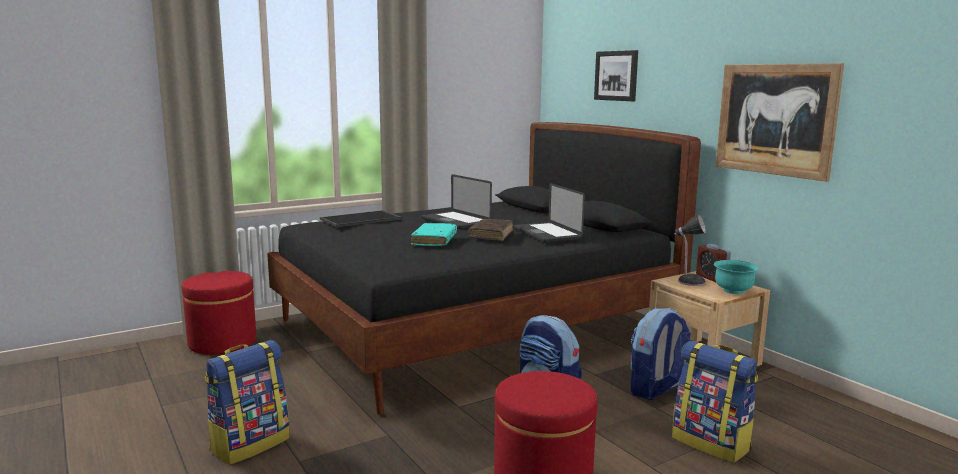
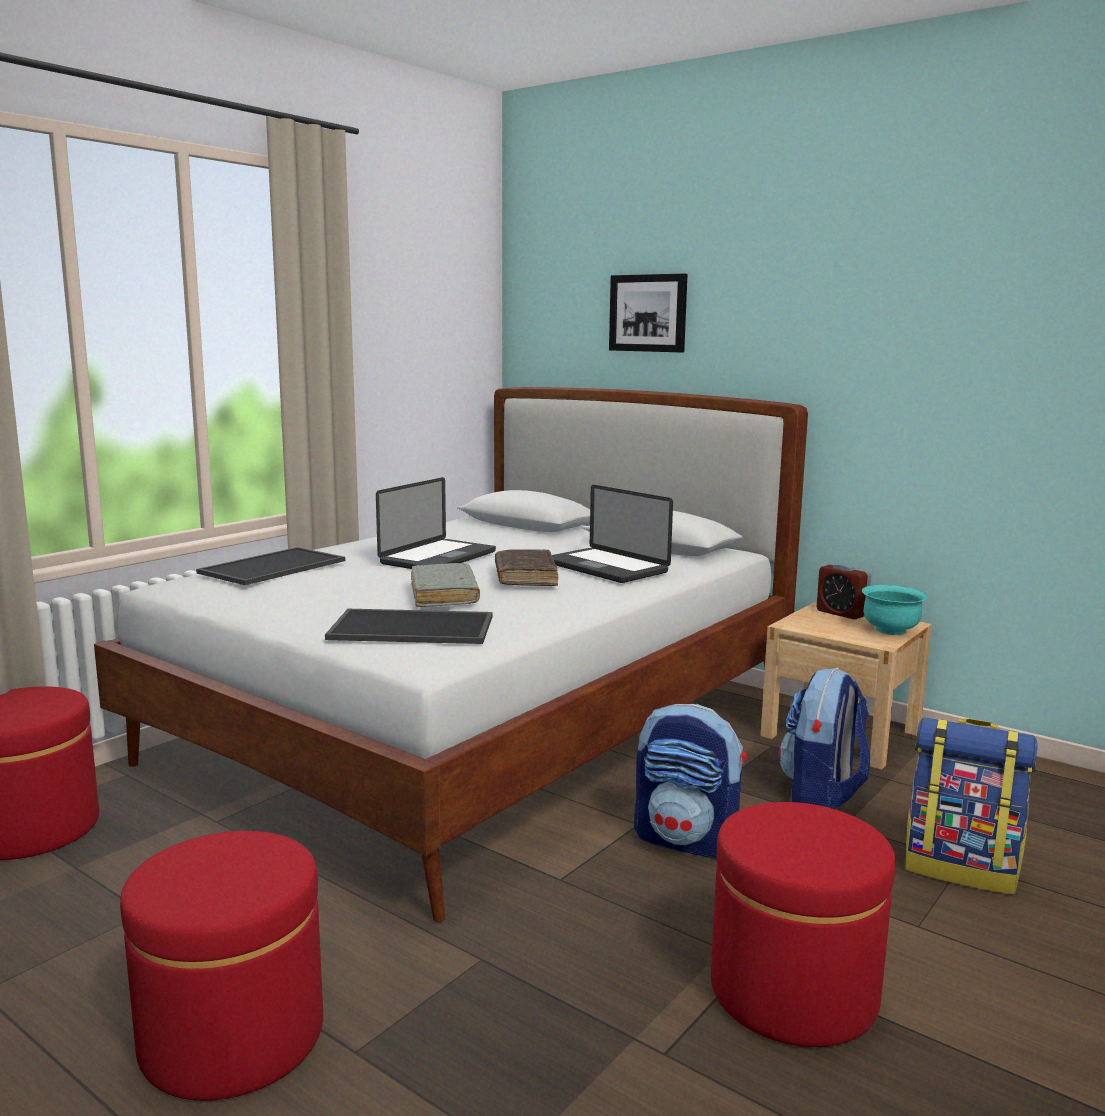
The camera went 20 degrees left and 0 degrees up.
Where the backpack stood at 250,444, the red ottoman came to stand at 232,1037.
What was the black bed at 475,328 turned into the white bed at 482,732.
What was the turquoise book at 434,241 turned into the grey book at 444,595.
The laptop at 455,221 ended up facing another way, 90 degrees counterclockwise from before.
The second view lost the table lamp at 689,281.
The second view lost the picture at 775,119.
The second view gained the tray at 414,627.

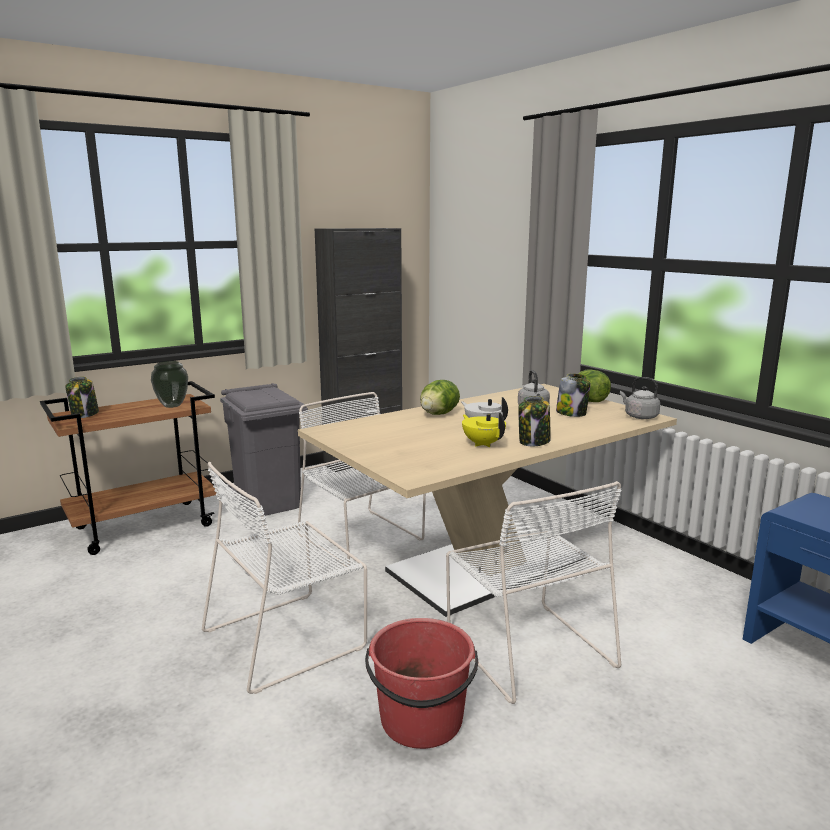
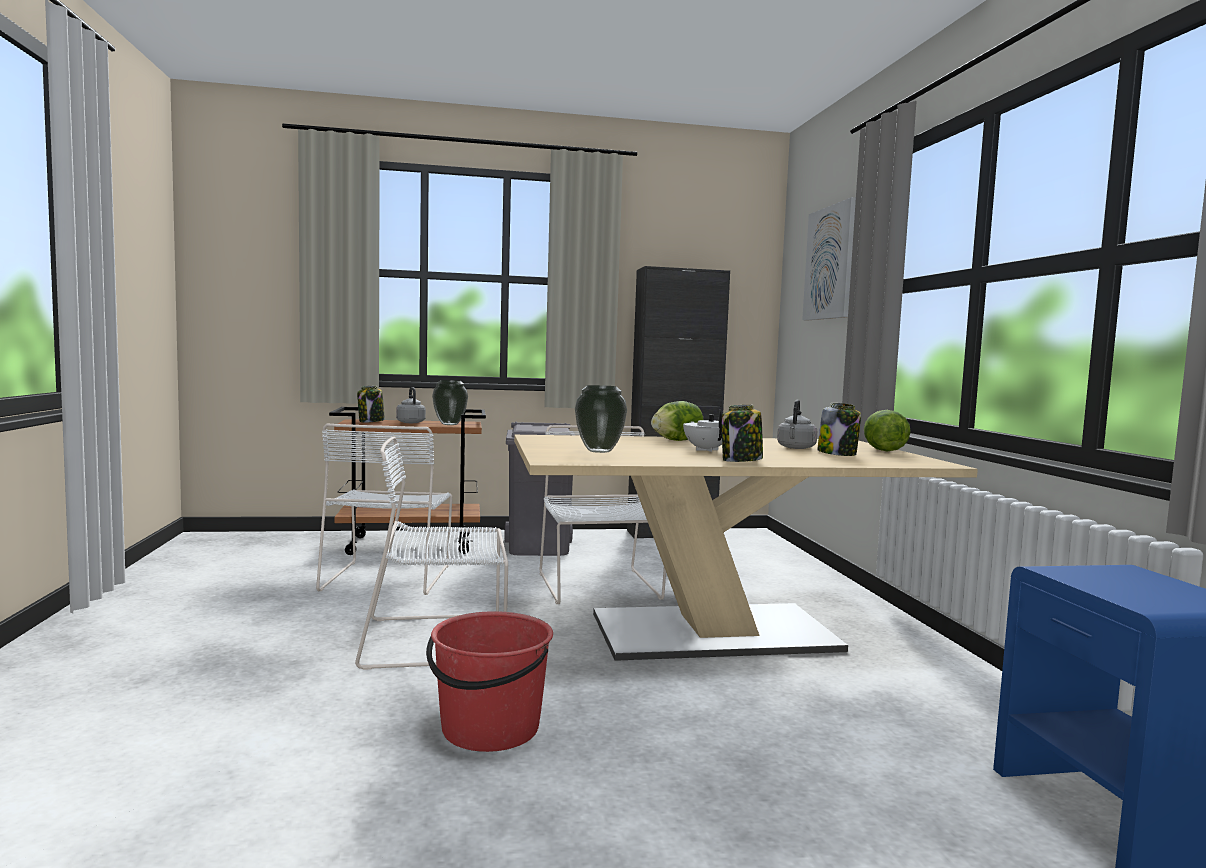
The camera went 25 degrees right and 10 degrees down.
The white chair ended up elsewhere, having gone from 526,646 to 388,576.
The second view lost the yellow teapot at 483,444.
The grey kettle ended up elsewhere, having gone from 639,416 to 410,422.
The second view gained the vase at 599,451.
The second view gained the picture at 831,263.

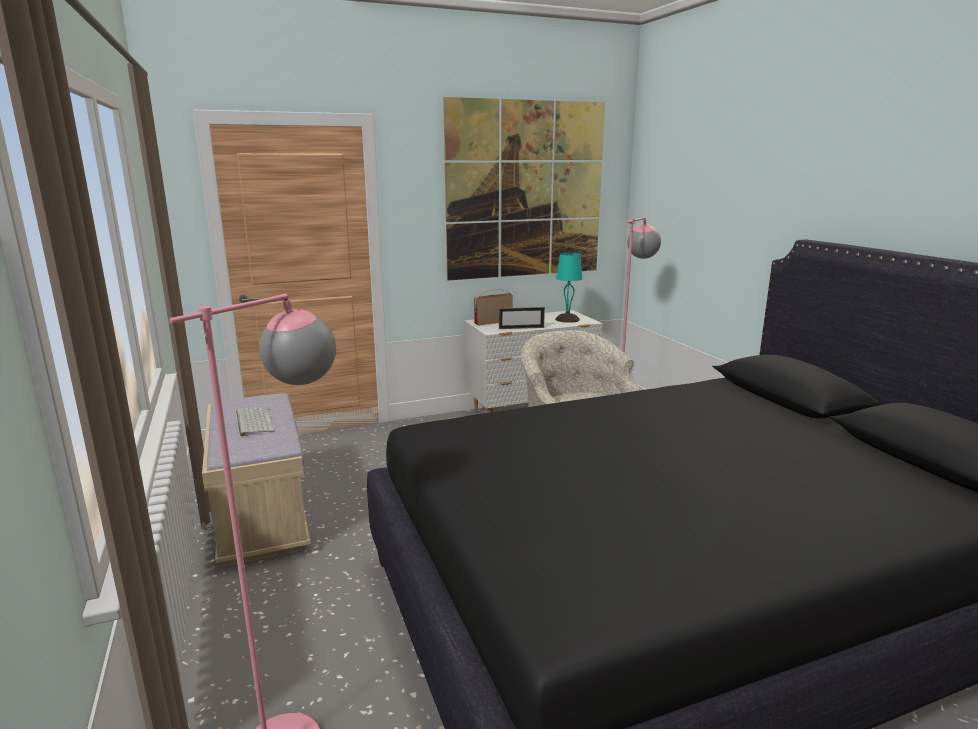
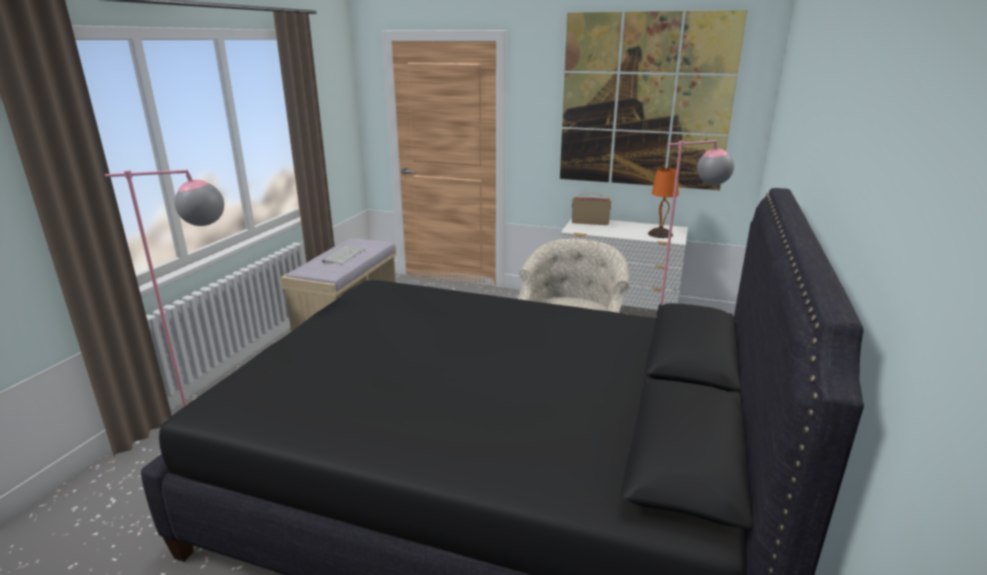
The camera went 40 degrees right and 5 degrees up.
The second view lost the picture frame at 521,328.
What was the turquoise table lamp at 567,319 turned into the orange table lamp at 660,234.

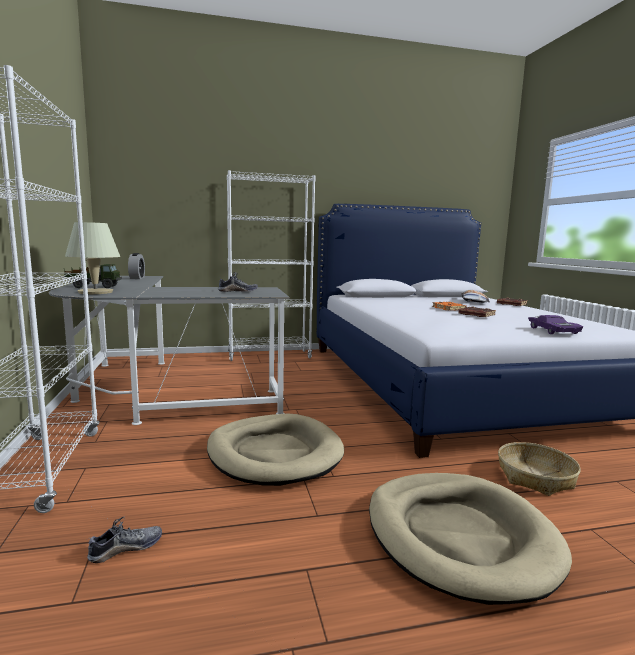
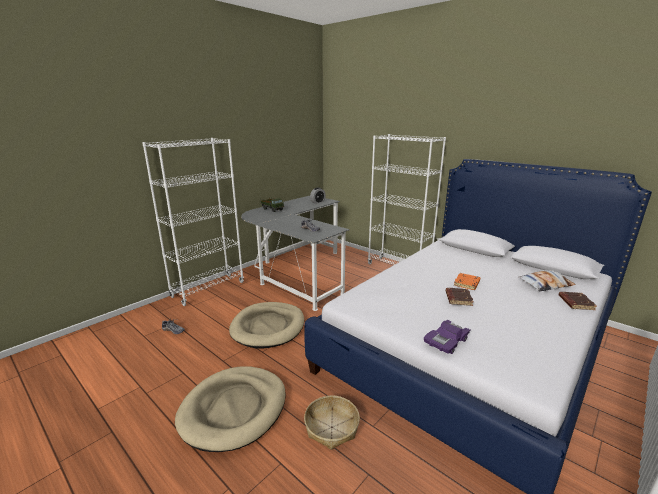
The camera went 55 degrees right and 10 degrees up.
The second view lost the beige table lamp at 95,292.

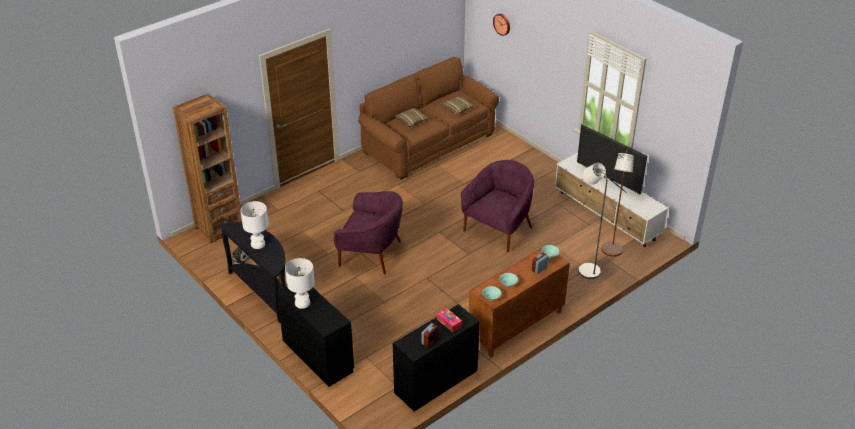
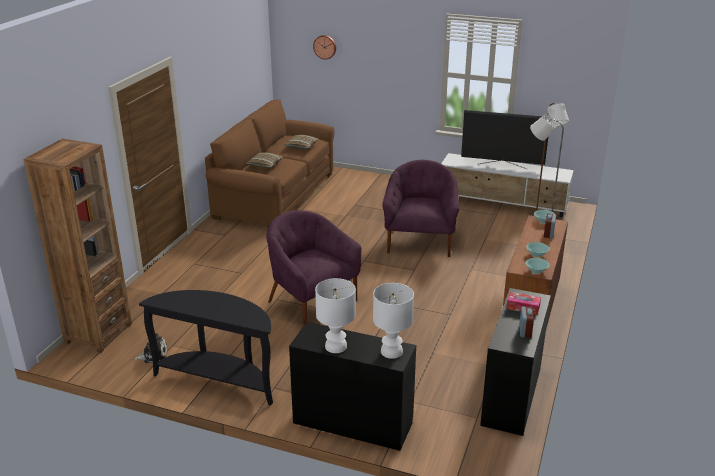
The camera went 30 degrees left and 10 degrees down.
The white table lamp ended up elsewhere, having gone from 258,244 to 392,351.
The purple armchair at 371,253 ended up facing another way, 120 degrees counterclockwise from before.

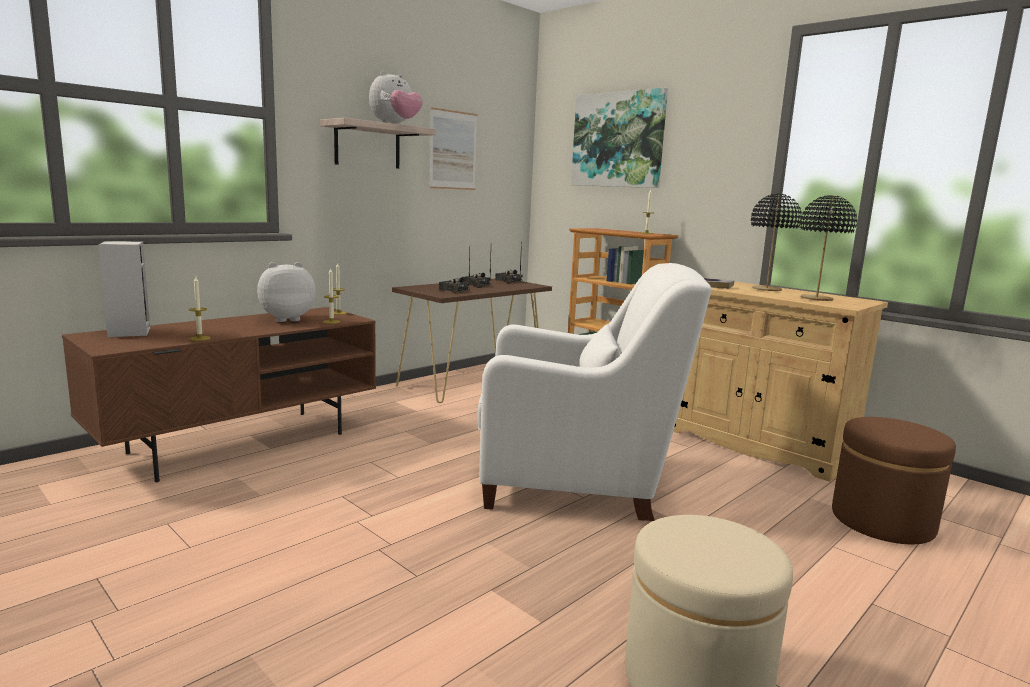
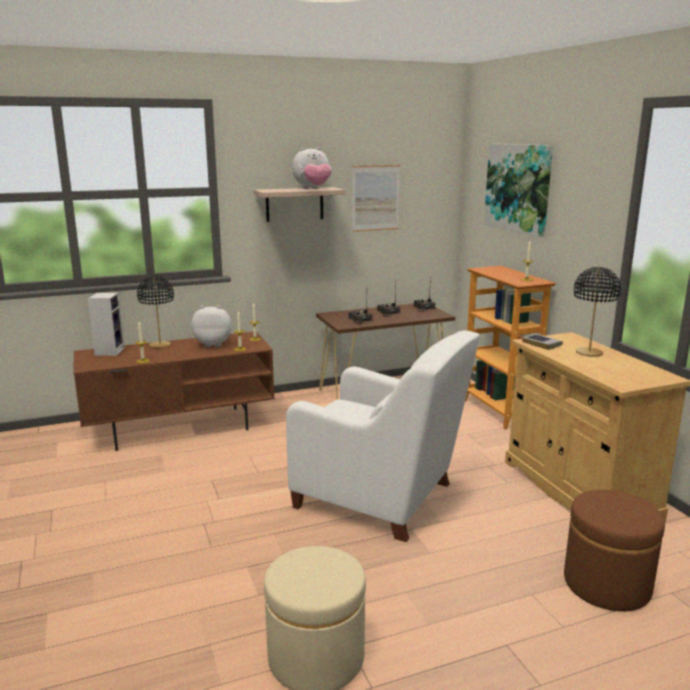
The camera went 25 degrees right and 5 degrees up.
The black table lamp ended up elsewhere, having gone from 816,299 to 160,345.

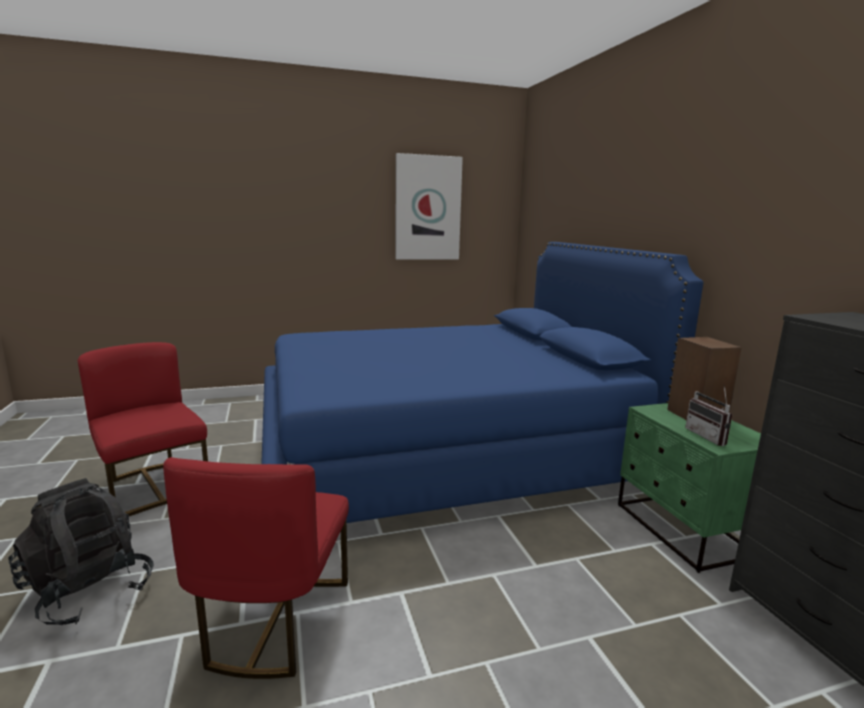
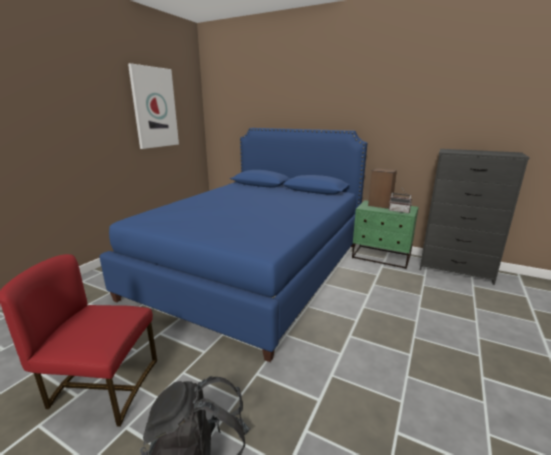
The camera went 45 degrees left and 5 degrees up.
The second view lost the red chair at 272,621.

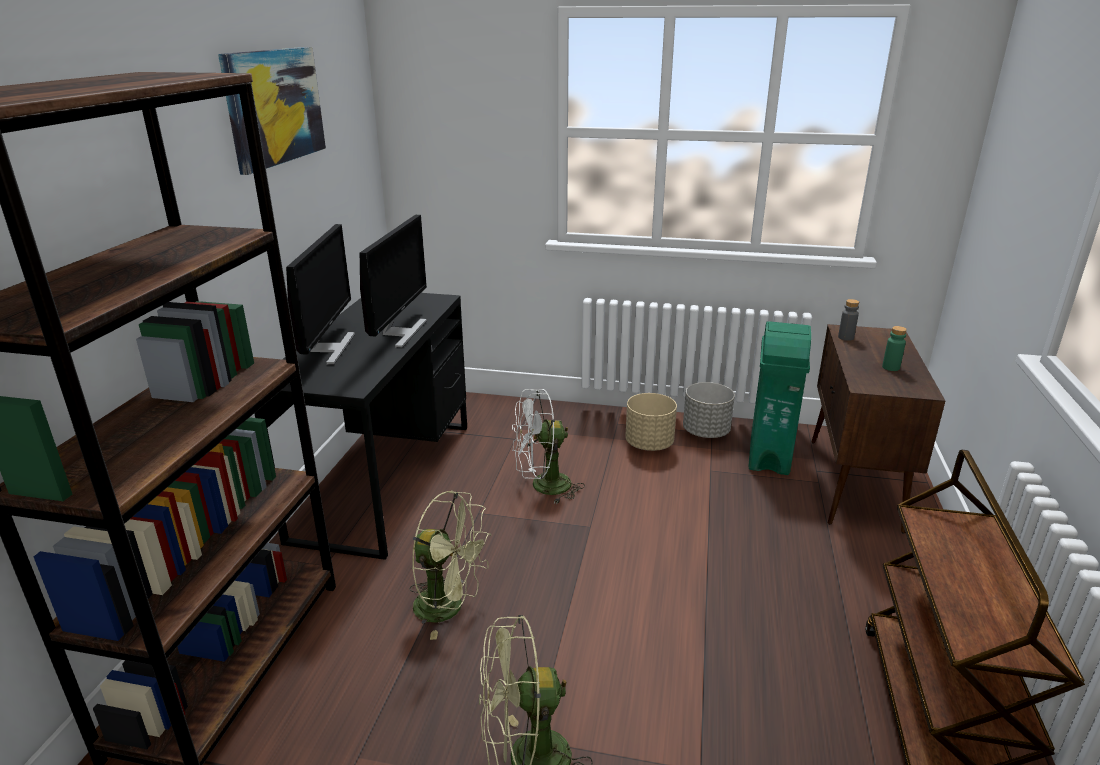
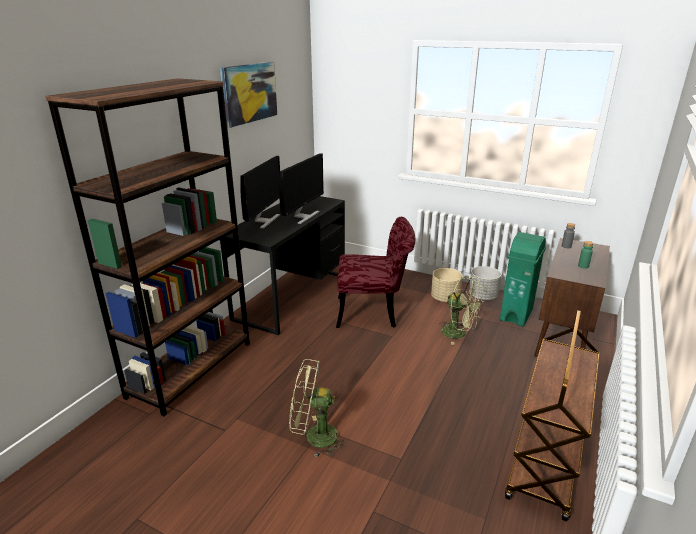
The camera went 15 degrees right and 0 degrees up.
The green fan ended up elsewhere, having gone from 449,607 to 459,334.
Where the white fan stood at 543,487, the red chair came to stand at 374,312.

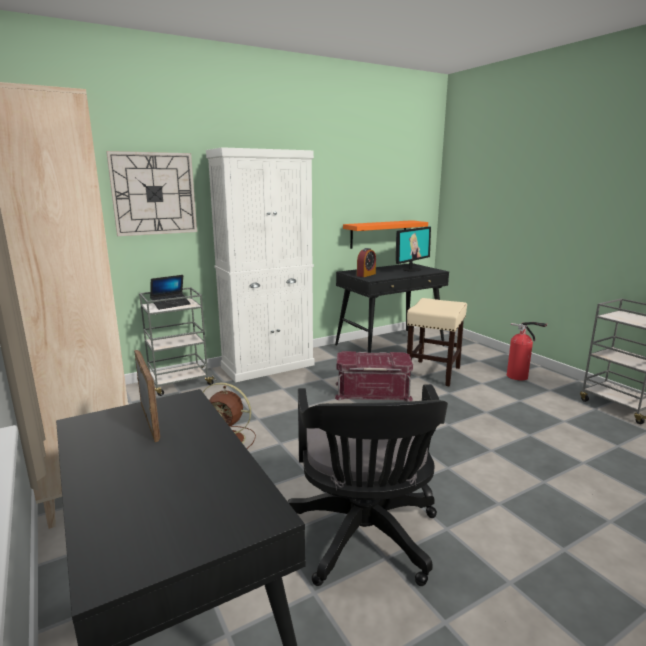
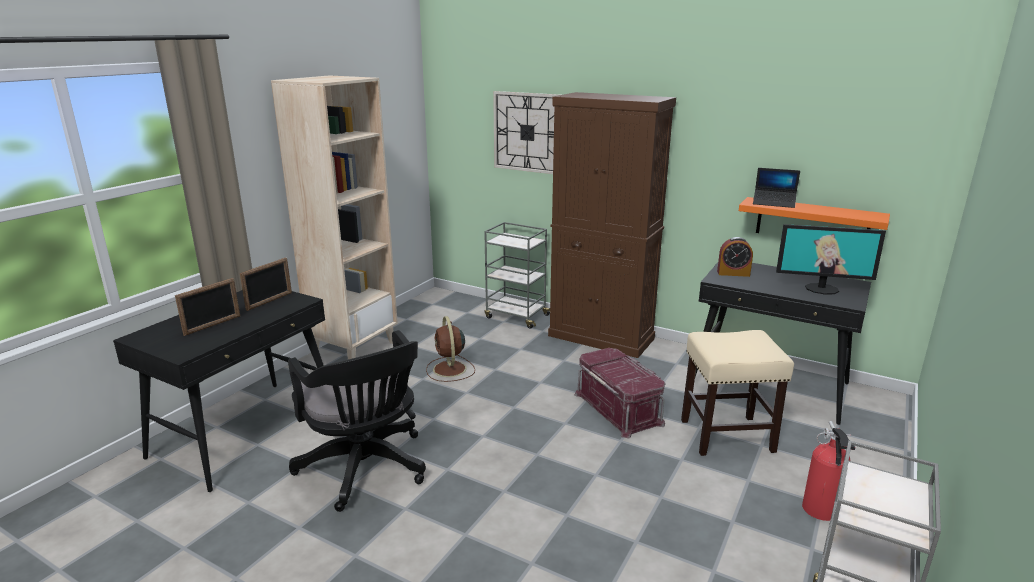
The camera went 60 degrees right and 5 degrees up.
The laptop ended up elsewhere, having gone from 171,304 to 774,203.
What was the white cabinet at 268,366 turned into the brown cabinet at 601,337.
The black office chair at 364,540 ended up facing another way, 90 degrees counterclockwise from before.
The second view gained the picture frame at 213,325.

